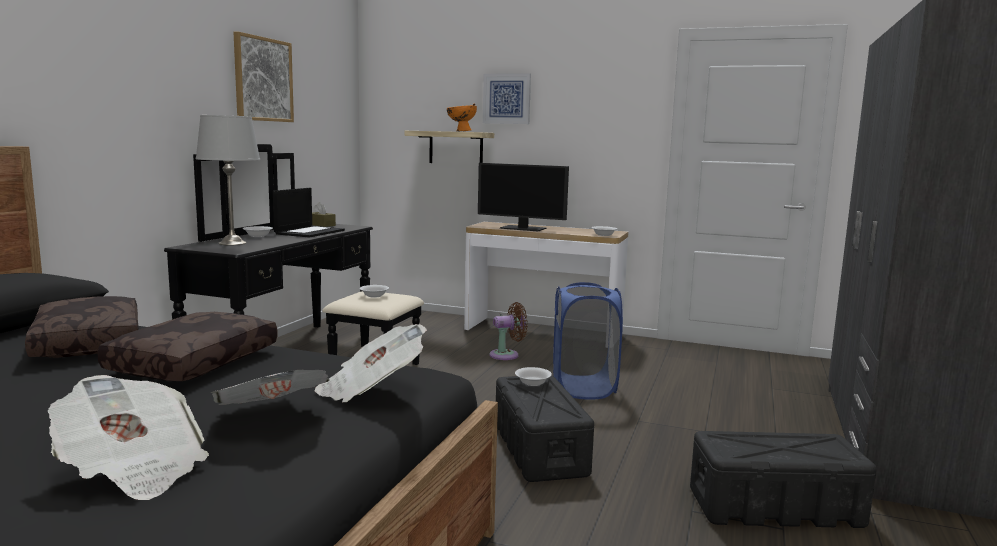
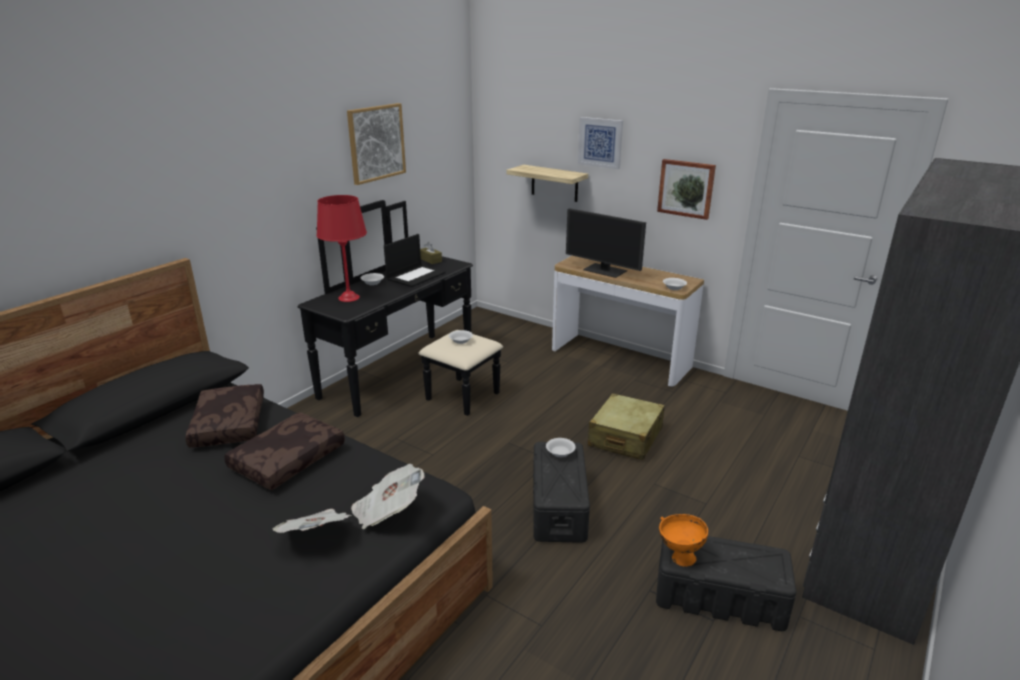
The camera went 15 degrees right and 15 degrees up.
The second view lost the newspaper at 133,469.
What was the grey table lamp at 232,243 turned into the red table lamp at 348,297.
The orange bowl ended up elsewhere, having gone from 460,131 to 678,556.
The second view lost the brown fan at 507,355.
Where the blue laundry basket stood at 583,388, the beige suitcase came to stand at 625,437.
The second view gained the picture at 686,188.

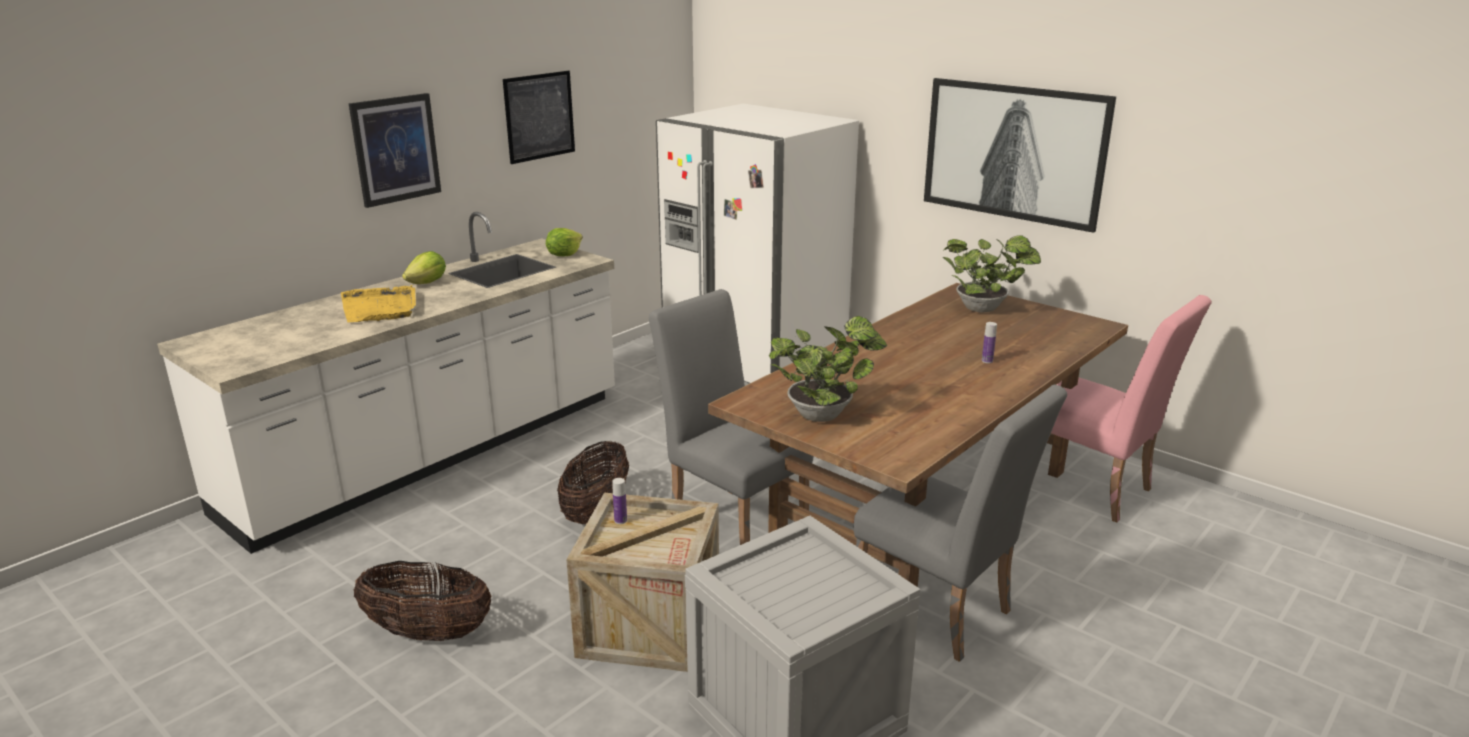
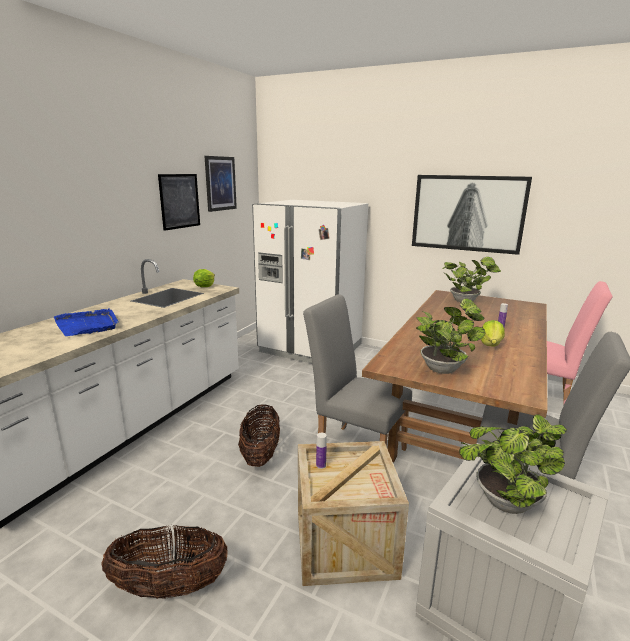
The camera went 15 degrees left and 5 degrees down.
What was the yellow tray at 380,308 turned into the blue tray at 88,325.
The picture ended up elsewhere, having gone from 395,149 to 220,183.
The lettuce ended up elsewhere, having gone from 427,283 to 491,344.
The second view gained the potted plant at 503,504.

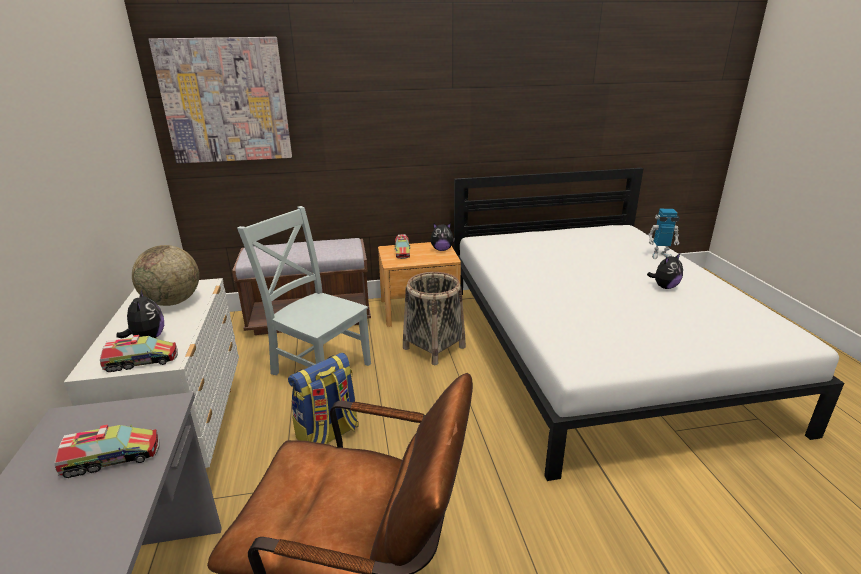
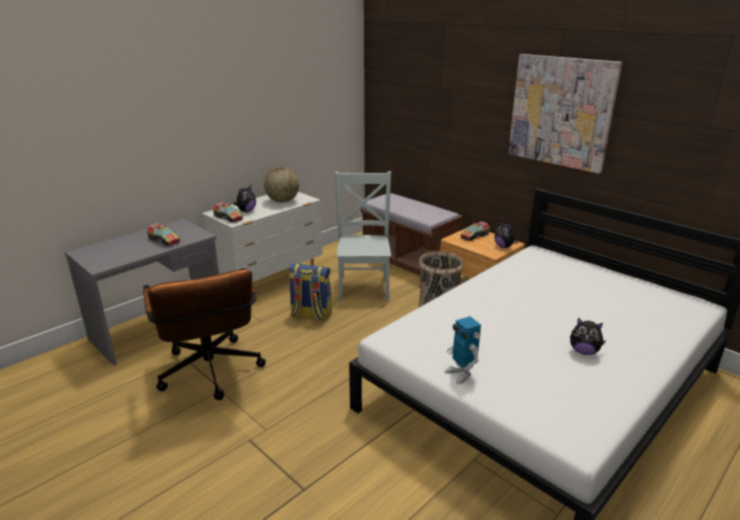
The camera went 55 degrees right and 0 degrees up.
The picture ended up elsewhere, having gone from 225,101 to 561,112.
The toy robot ended up elsewhere, having gone from 660,255 to 461,374.

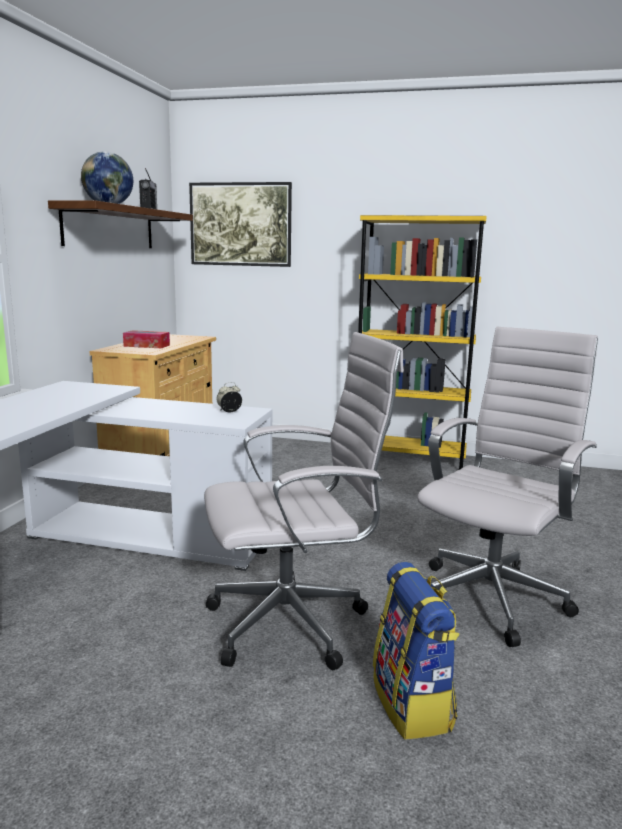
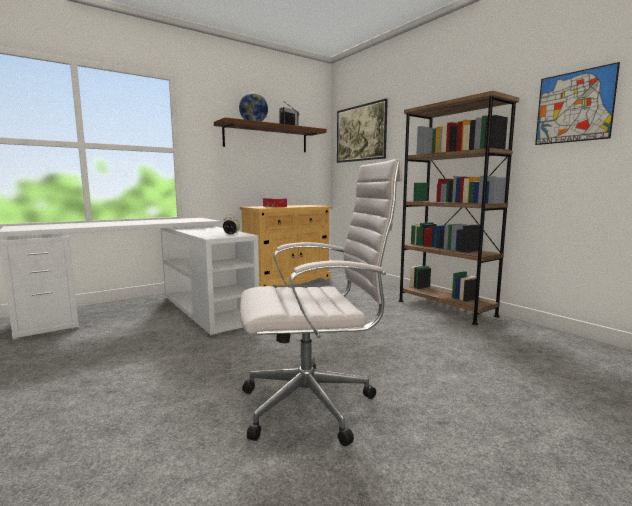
The camera went 40 degrees right and 5 degrees down.
The second view lost the white office chair at 295,623.
What was the yellow bookcase at 409,459 turned into the brown bookcase at 445,308.
The second view lost the backpack at 413,704.
The second view gained the picture at 574,107.

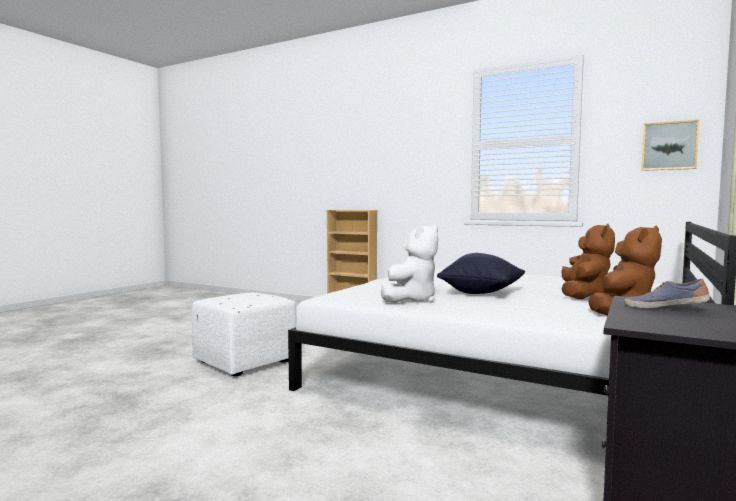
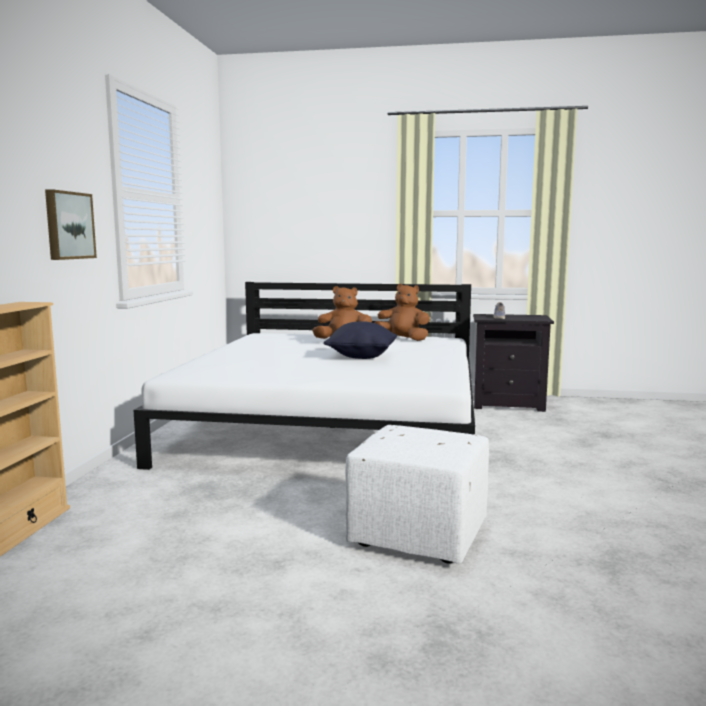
The camera went 110 degrees left and 5 degrees up.
The second view lost the white plush toy at 411,300.
The picture ended up elsewhere, having gone from 669,146 to 68,225.

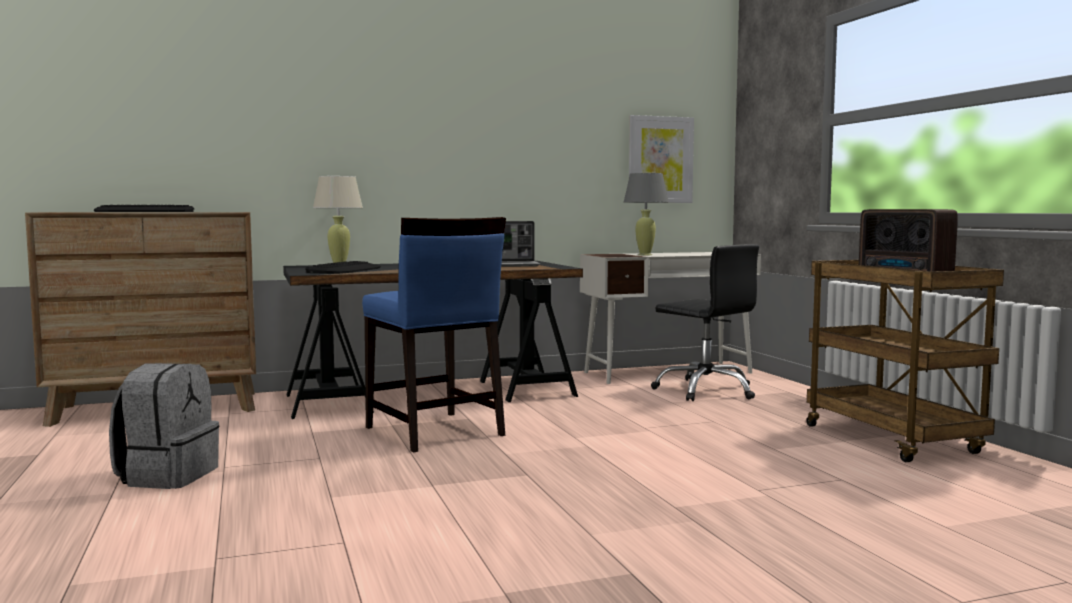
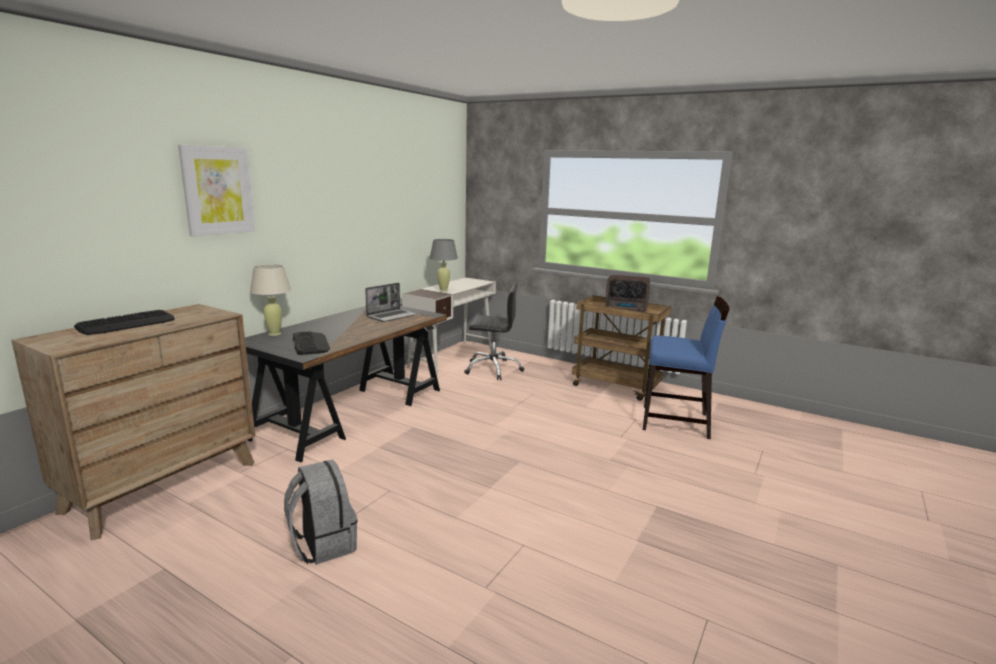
The camera went 40 degrees left and 10 degrees up.
The blue chair ended up elsewhere, having gone from 434,432 to 676,422.
The picture ended up elsewhere, having gone from 660,160 to 217,190.

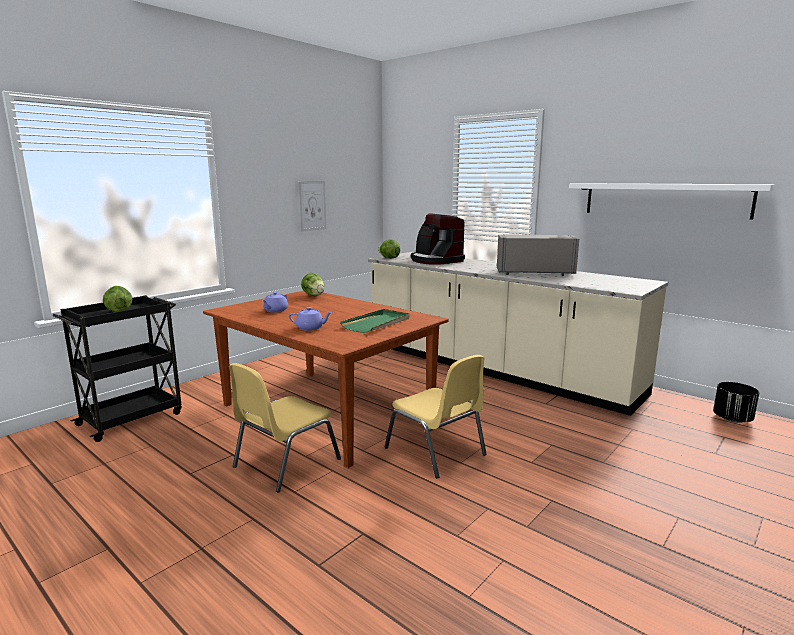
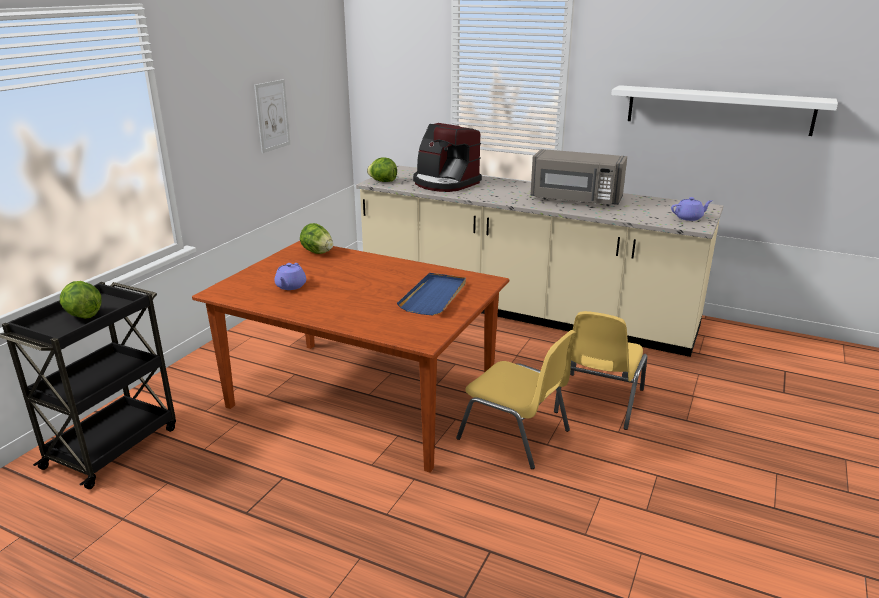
The camera went 15 degrees left and 10 degrees up.
The yellow chair ended up elsewhere, having gone from 285,463 to 597,401.
The purple teapot ended up elsewhere, having gone from 310,328 to 689,218.
What was the green tray at 377,323 turned into the blue tray at 434,296.
The grey microwave at 534,272 ended up facing another way, 150 degrees counterclockwise from before.
The second view lost the black planter at 732,419.

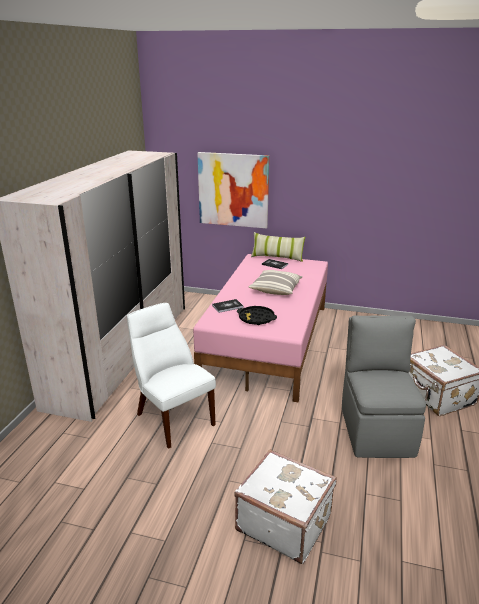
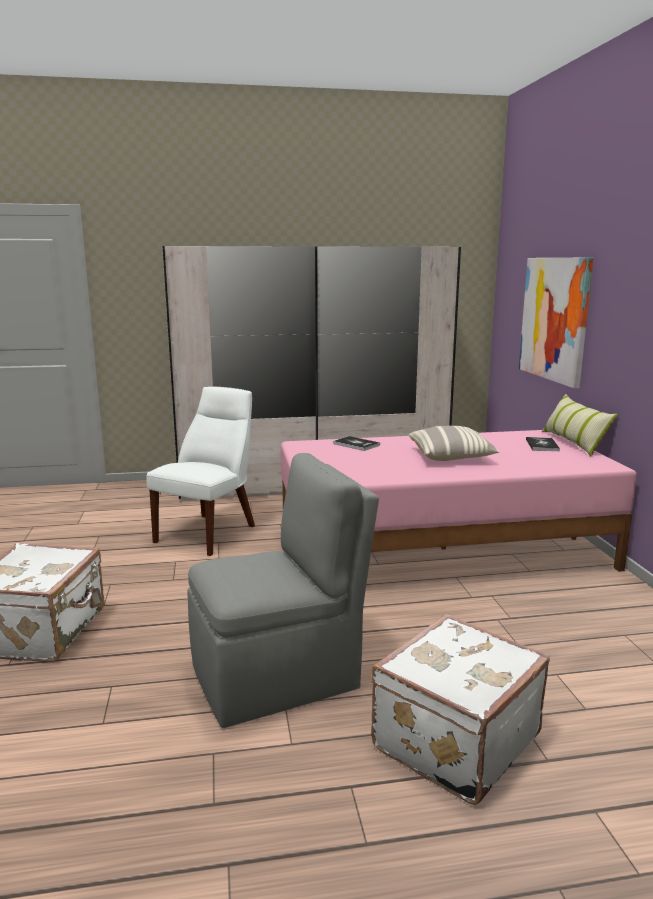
The camera went 65 degrees right and 10 degrees down.
The second view lost the black tray at 256,318.

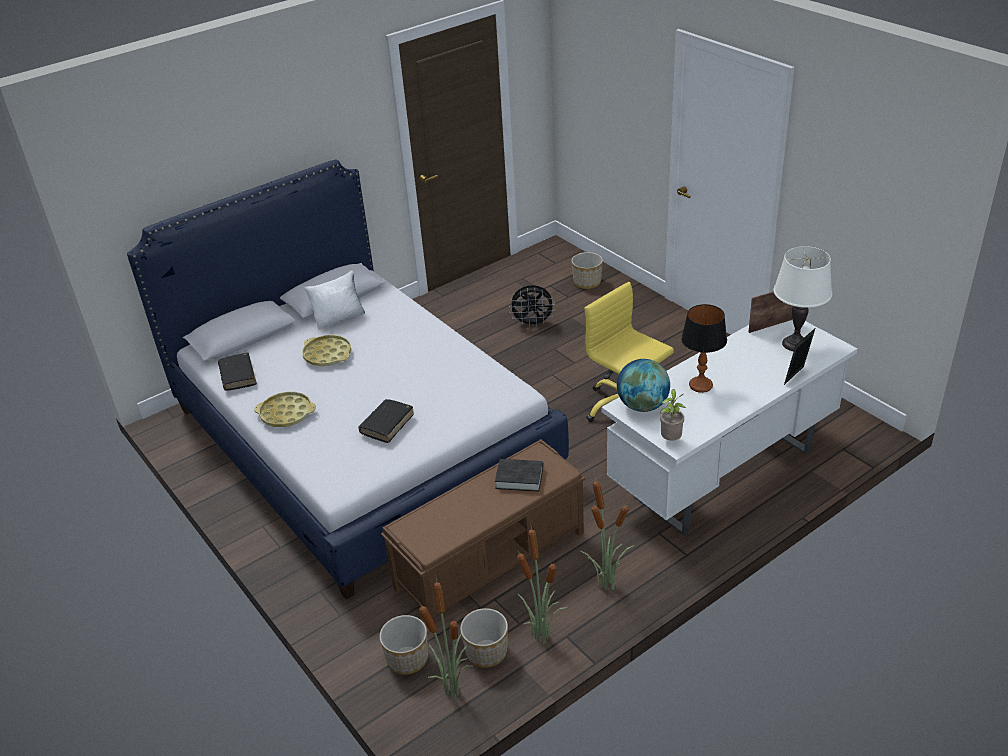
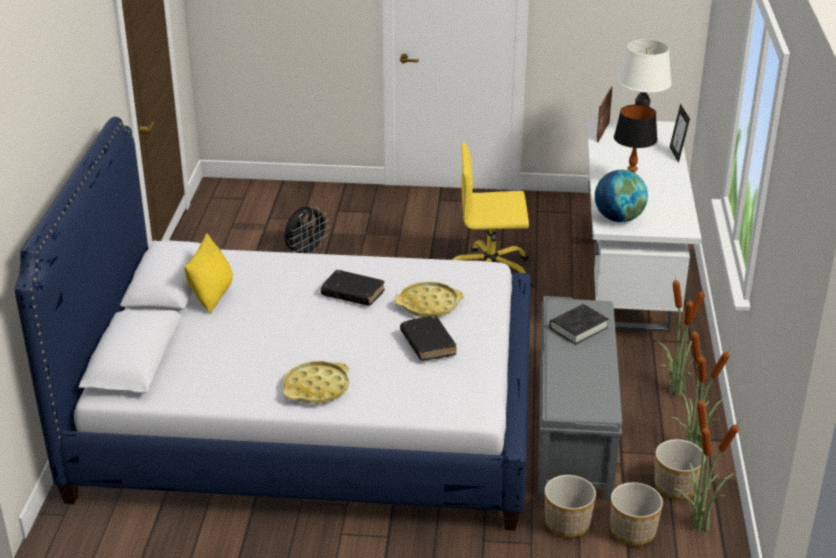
The camera went 50 degrees left and 5 degrees down.
The black book ended up elsewhere, having gone from 238,376 to 353,294.
The yellow tray ended up elsewhere, having gone from 327,355 to 428,305.
What was the white pillow at 339,318 turned into the yellow pillow at 212,296.
What was the brown bench at 491,559 turned into the grey bench at 573,429.
The planter ended up elsewhere, having gone from 587,282 to 567,523.
The second view lost the potted plant at 671,439.

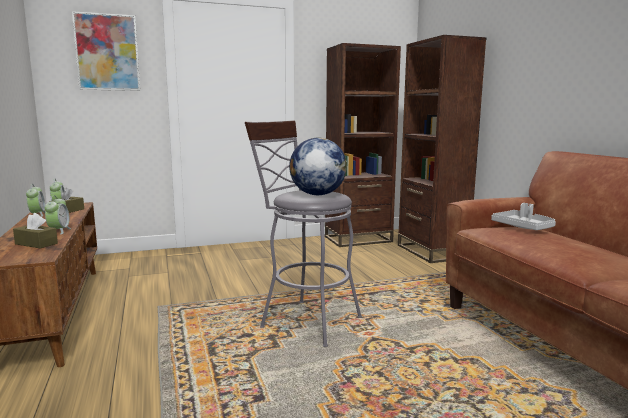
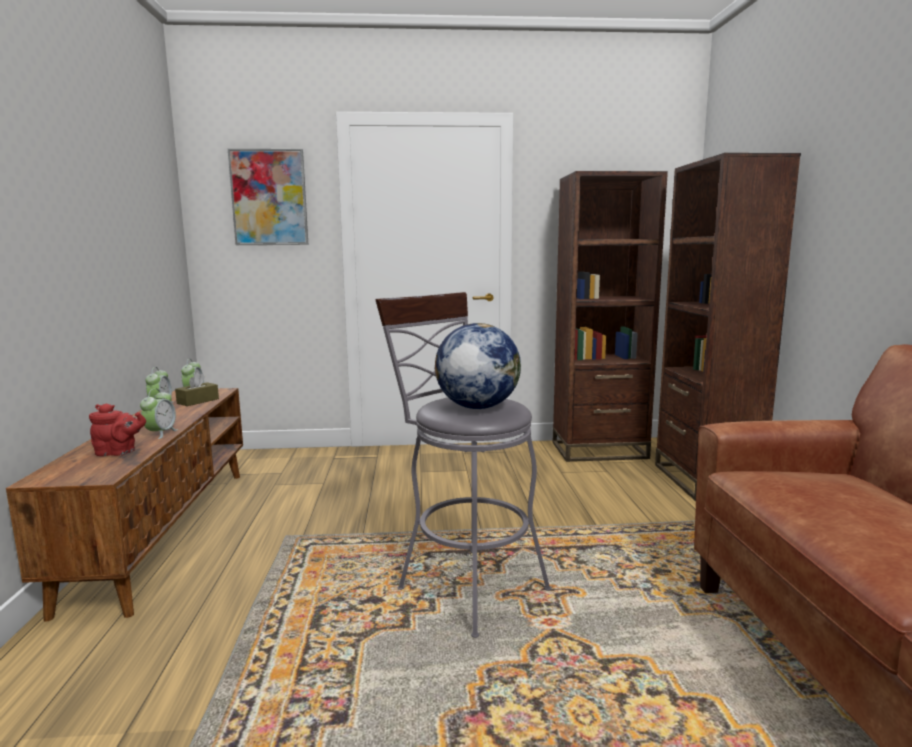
The camera went 15 degrees right and 0 degrees up.
Where the brown tissue box stood at 36,244, the red teapot came to stand at 119,452.
The second view lost the grey tray at 523,227.

